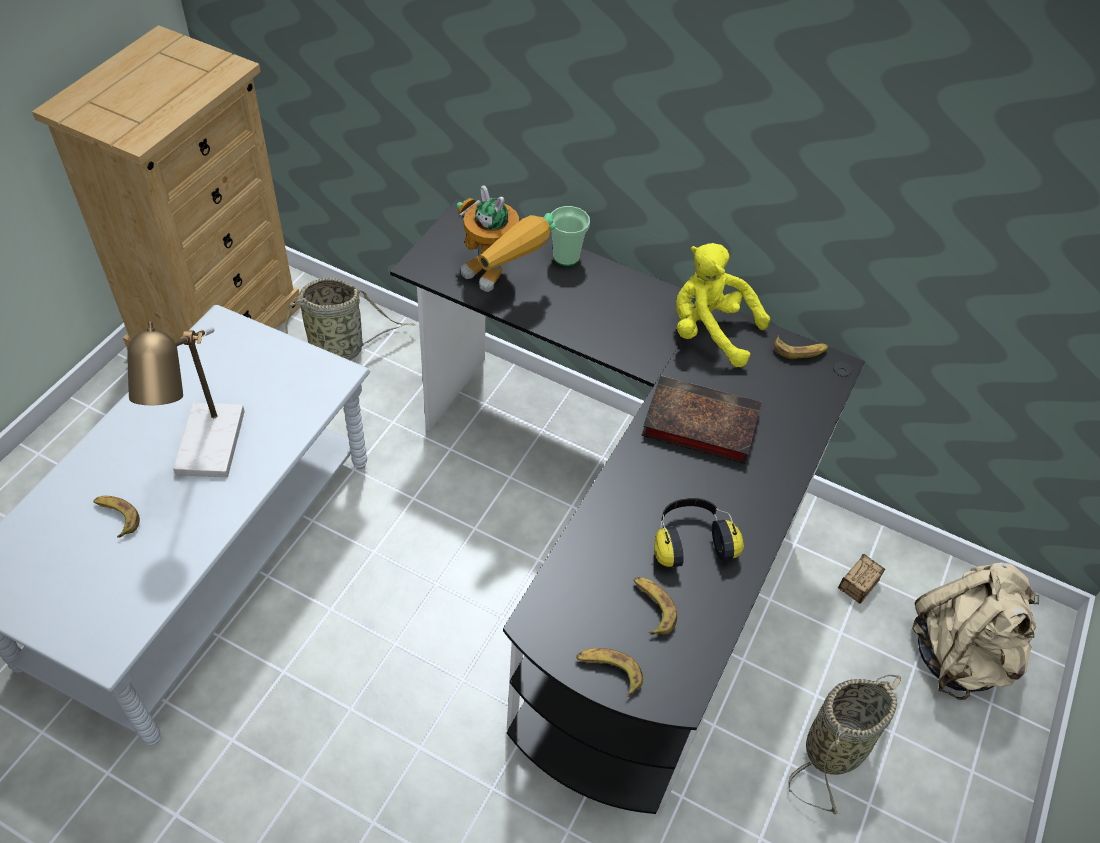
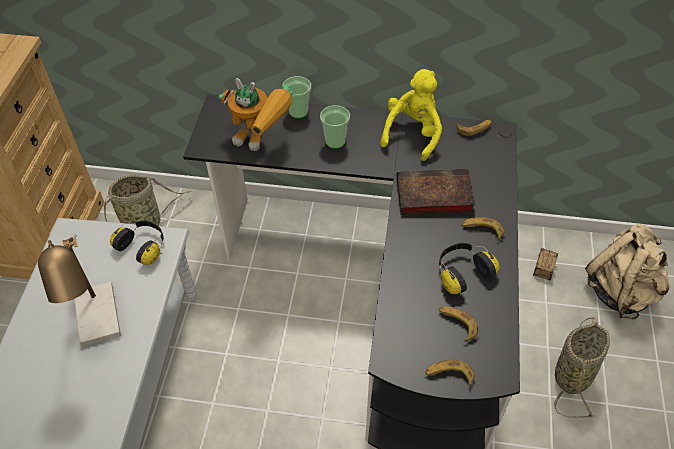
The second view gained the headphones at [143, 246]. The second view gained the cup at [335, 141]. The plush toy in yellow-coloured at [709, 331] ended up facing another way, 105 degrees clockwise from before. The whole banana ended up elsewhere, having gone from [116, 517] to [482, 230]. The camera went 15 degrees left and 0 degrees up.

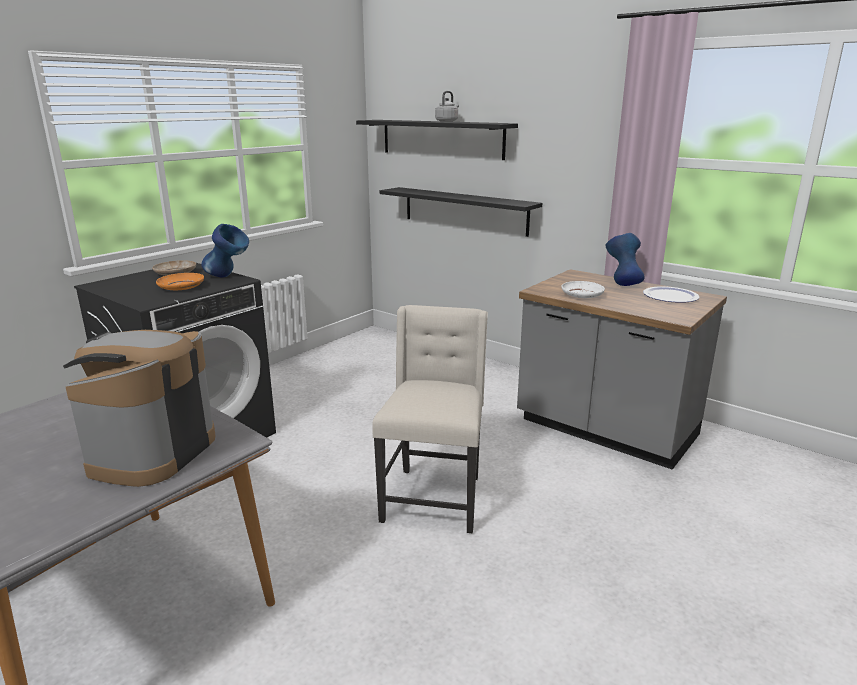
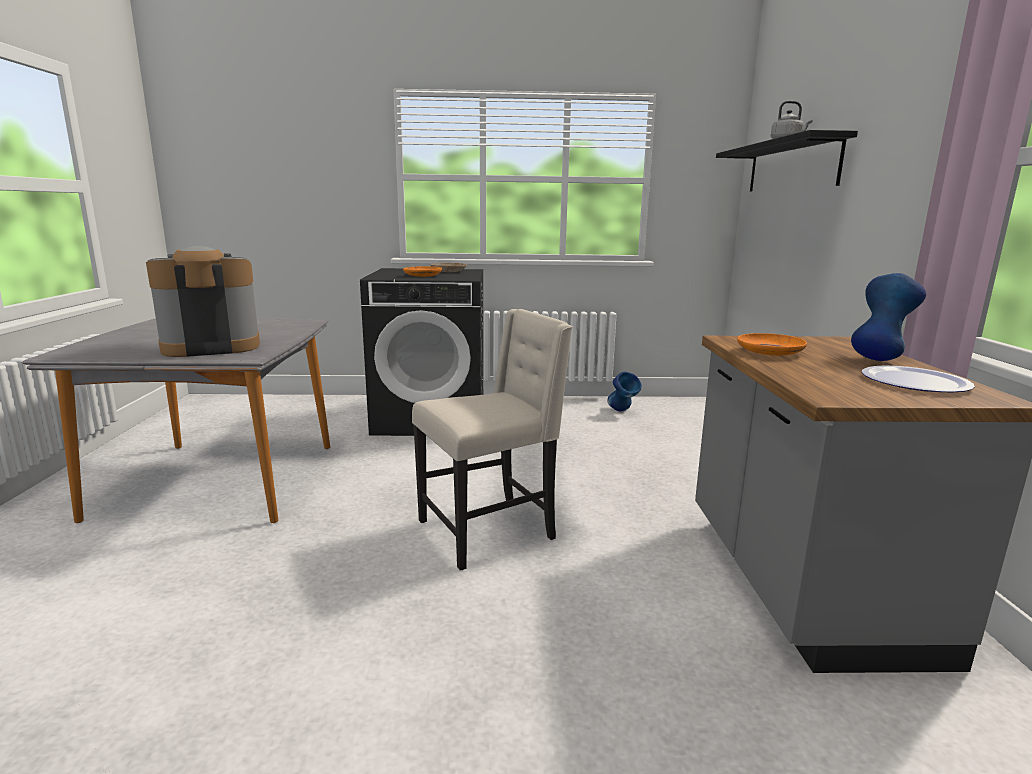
The flower vase in blue ended up elsewhere, having gone from [228, 277] to [622, 412]. What was the flat dish in white-coloured at [582, 295] turned into the flat dish in orange at [770, 352]. The second view lost the shelf in blackish at [464, 210]. The camera went 50 degrees right and 5 degrees down.

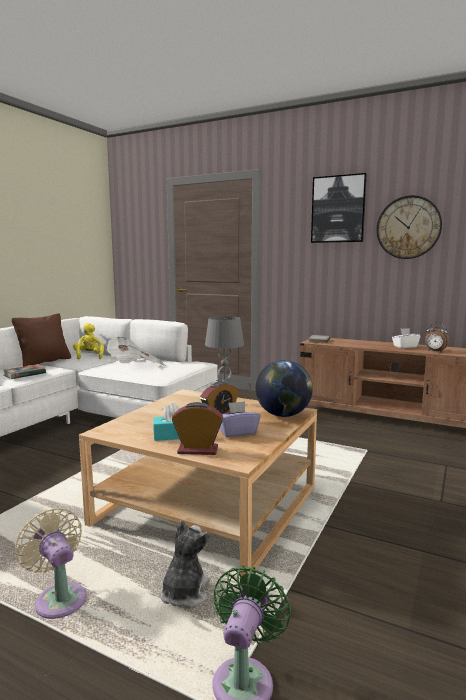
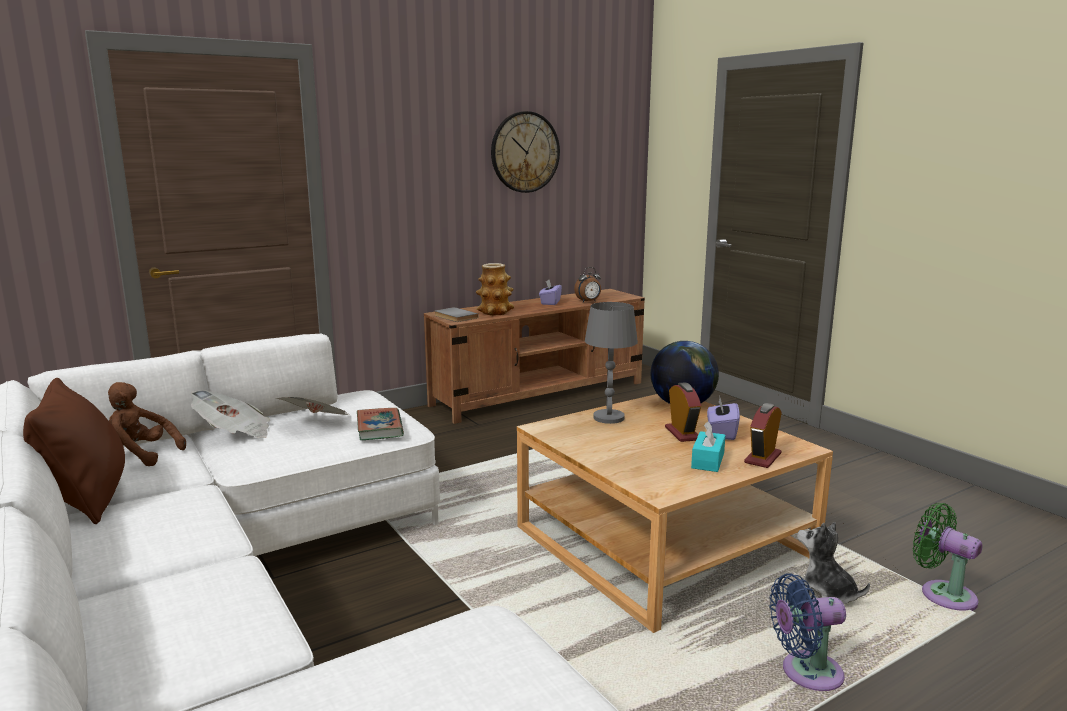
What was the plush toy in yellow-coloured at [89, 357] turned into the plush toy in brownish at [139, 456]. The book ended up elsewhere, having gone from [24, 374] to [380, 428]. The second view gained the flower vase at [495, 312]. What was the tissue holder in white-coloured at [405, 346] turned into the tissue holder in purplish at [550, 302]. What was the fan in sand-coloured at [59, 598] turned into the fan in blue at [805, 673]. The second view lost the wall art at [338, 209]. The camera went 60 degrees left and 5 degrees up.

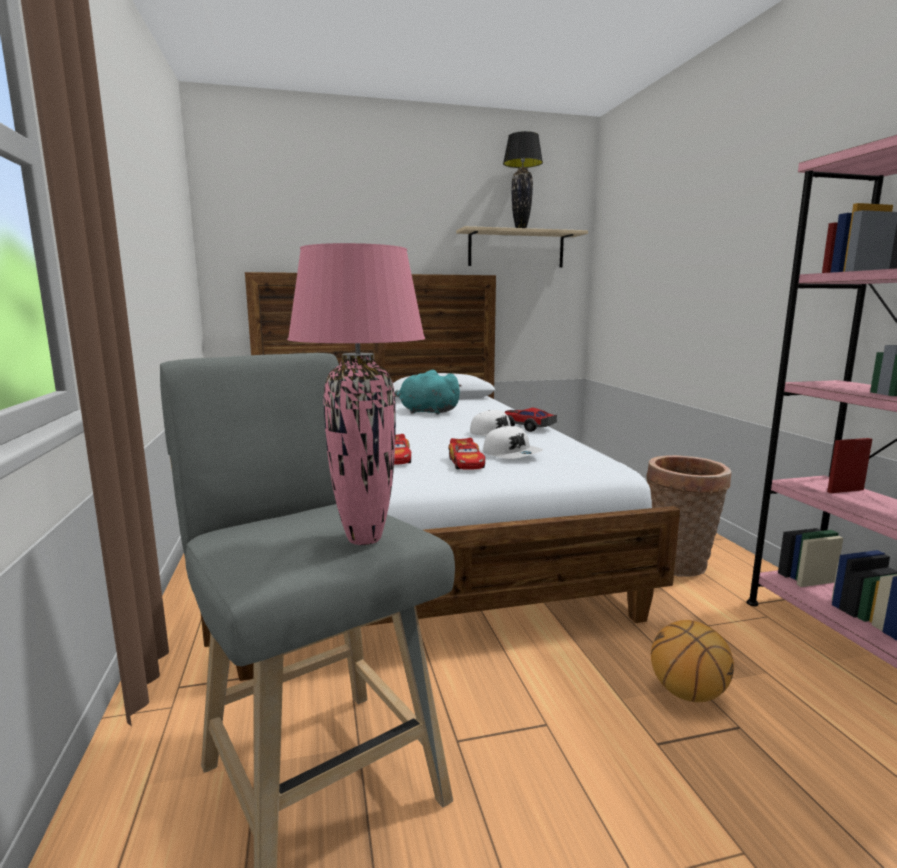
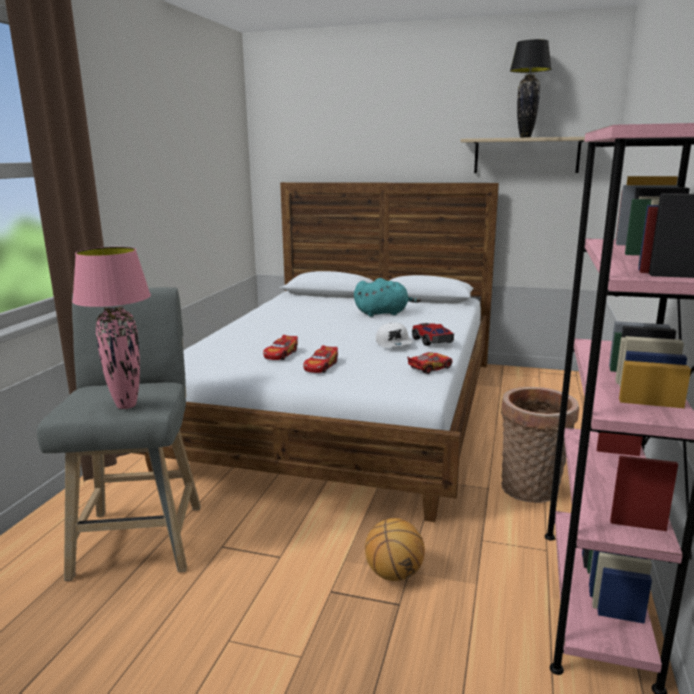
The plush toy in turquoise at [426, 412] ended up facing another way, 120 degrees clockwise from before. The second view gained the toy car at [430, 368]. The second view lost the cap in white-coloured at [512, 454]. The camera went 30 degrees right and 5 degrees up.

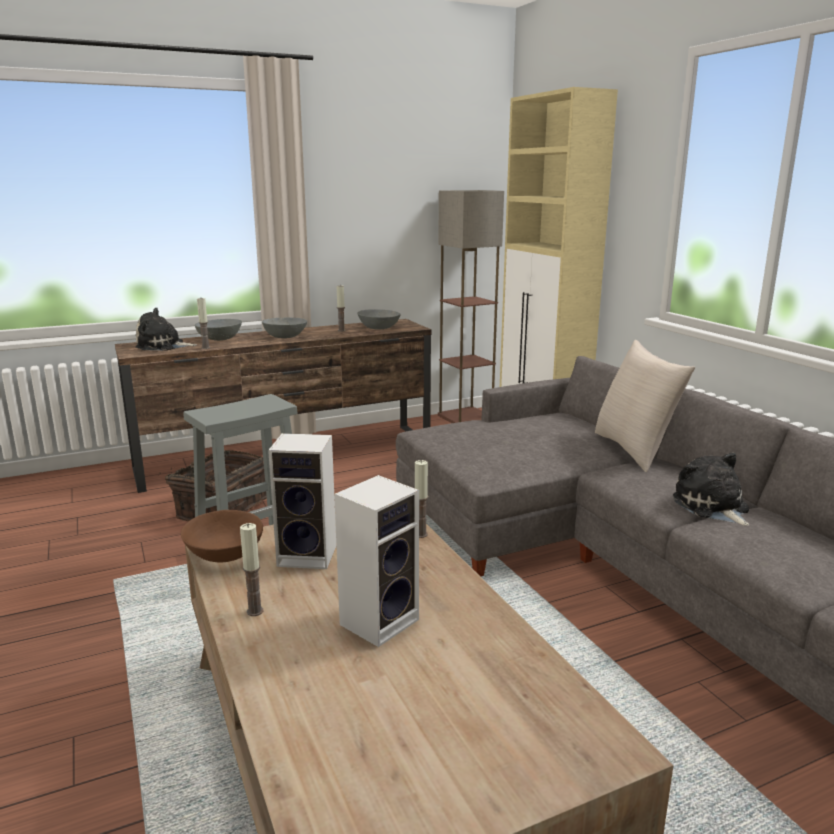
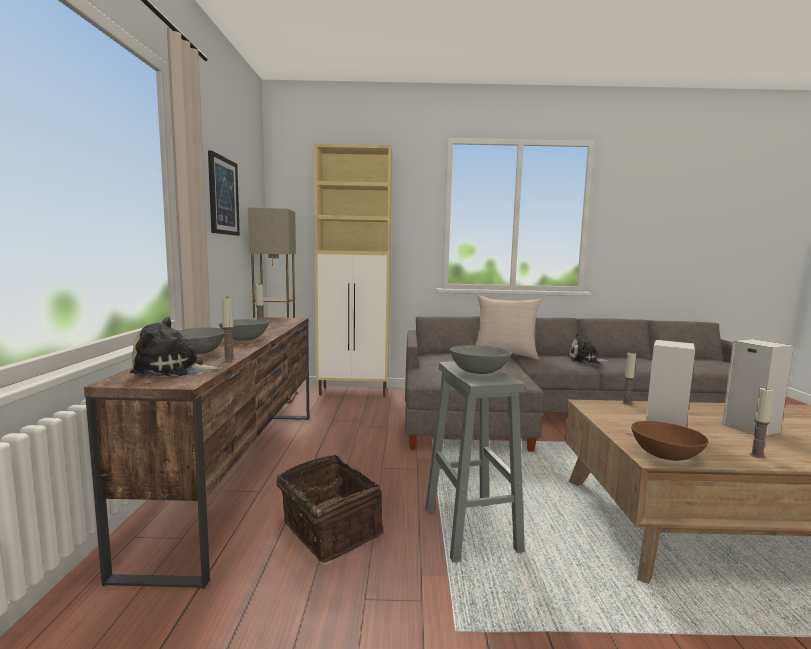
The plush toy at [163, 346] ended up facing another way, 60 degrees clockwise from before. The second view gained the wall art at [223, 196]. The deep dish in gray ended up elsewhere, having gone from [378, 328] to [480, 371]. The camera went 65 degrees left and 10 degrees down.

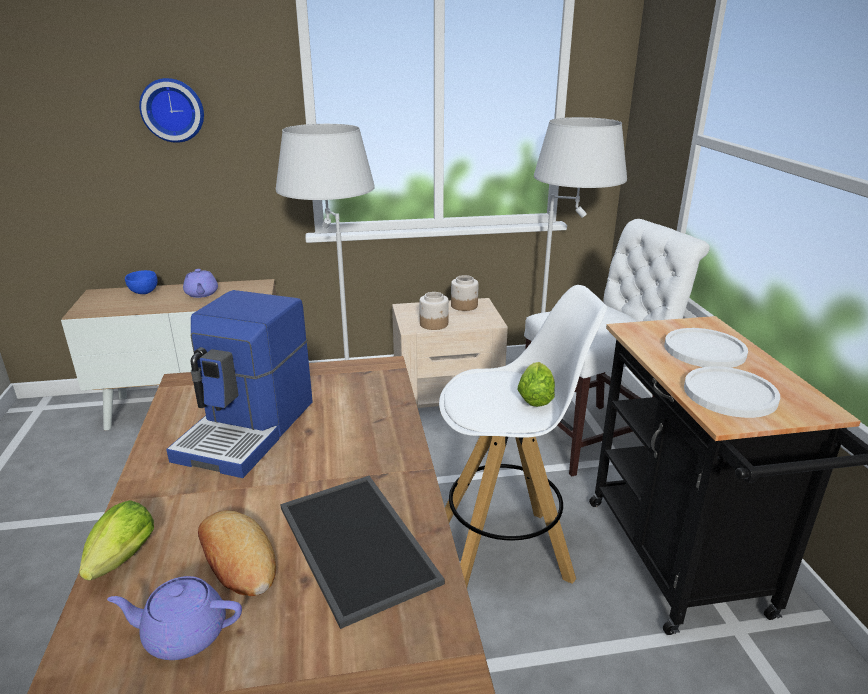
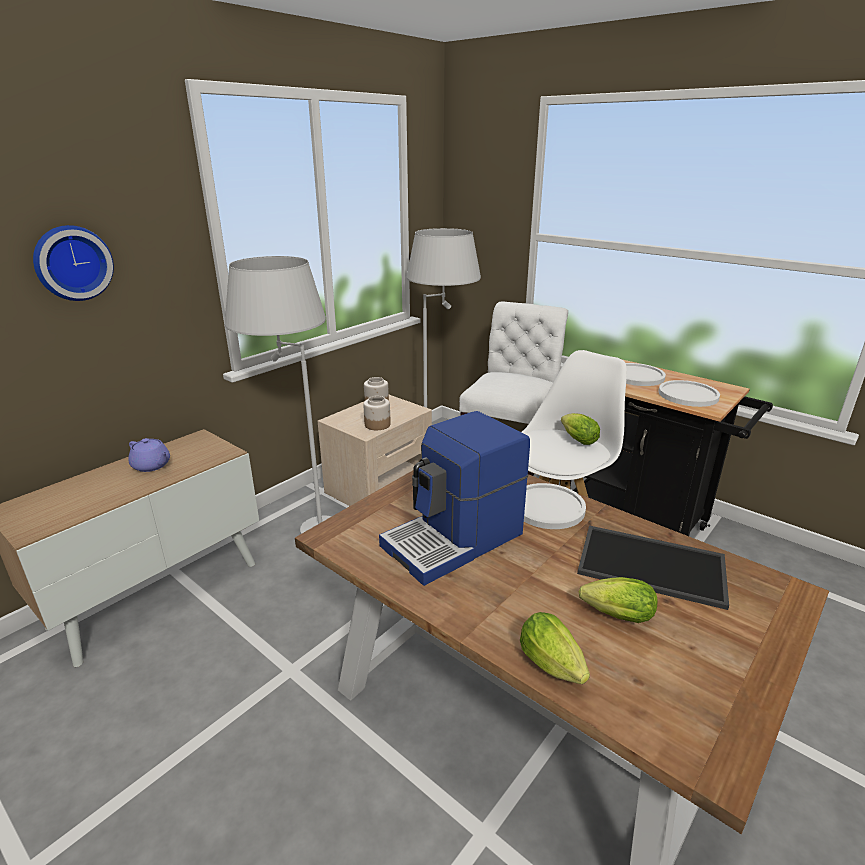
The coffee brewer at [249, 429] ended up facing another way, 75 degrees clockwise from before. The second view gained the flat dish in white-coloured at [548, 507]. Where the bread stood at [237, 559], the head of lettuce came to stand at [613, 615]. The second view lost the tea pot in purplish at [183, 634]. The second view lost the deep dish in blue at [144, 292]. The camera went 40 degrees left and 0 degrees up.

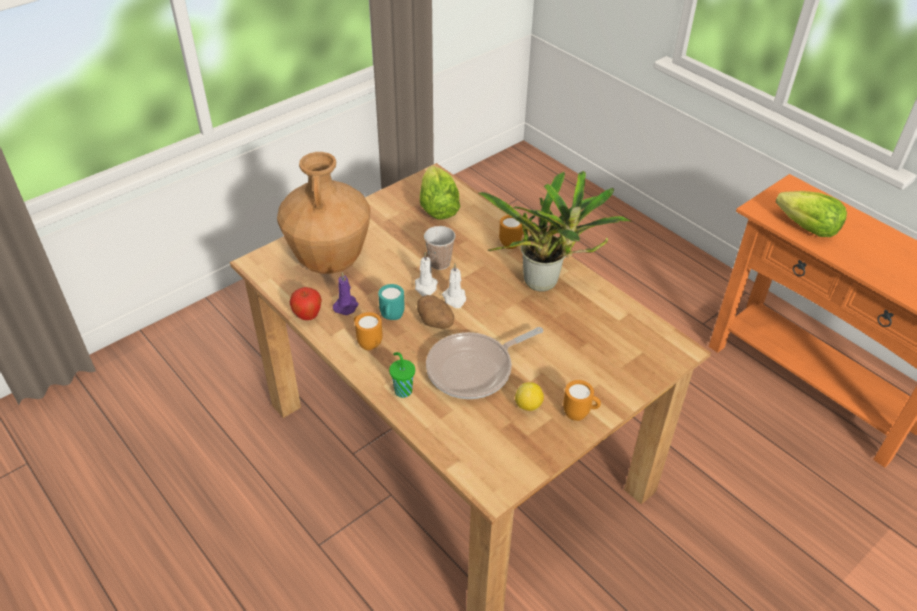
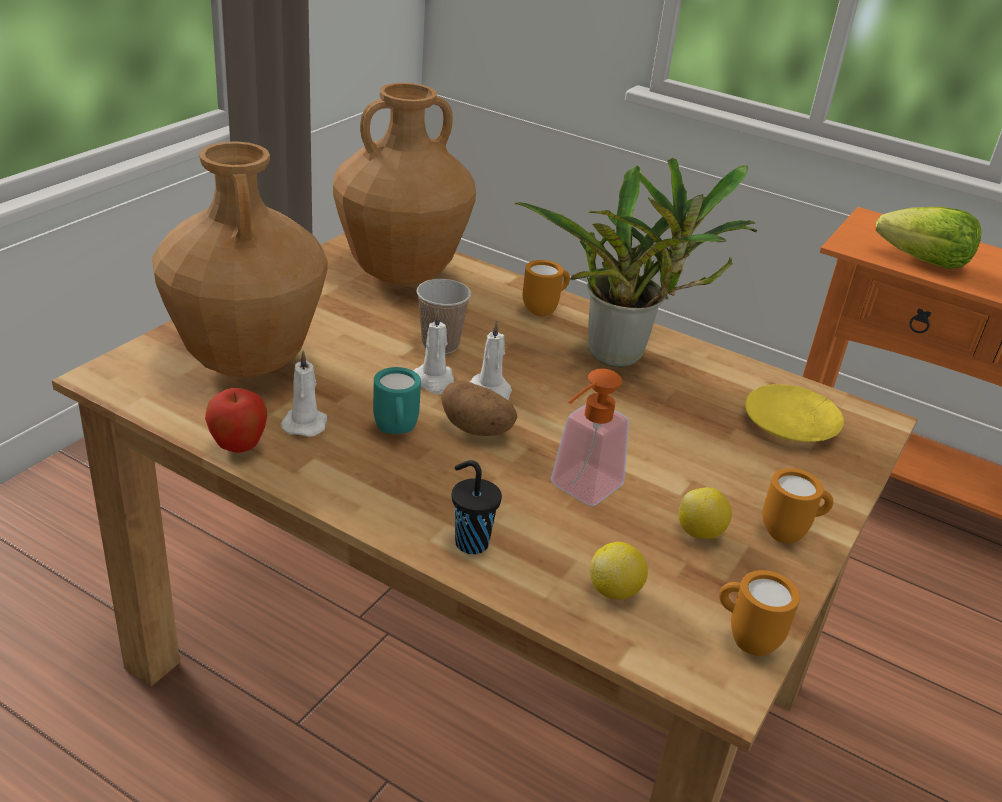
What was the wax candle in purplish at [346, 306] turned into the wax candle in white-coloured at [305, 423]. Where the head of lettuce stood at [438, 208], the flower vase in brownish came to stand at [400, 274]. What was the cup in greenish at [402, 390] turned into the cup in blackish at [470, 542]. Where the frying pan stood at [474, 369], the liquid soap bottle came to stand at [579, 490]. The second view gained the lemon at [615, 590]. The coffee mug in orange ended up elsewhere, having gone from [367, 342] to [745, 639]. The second view gained the flat dish in yellow-coloured at [791, 424]. The camera went 20 degrees left and 10 degrees down.

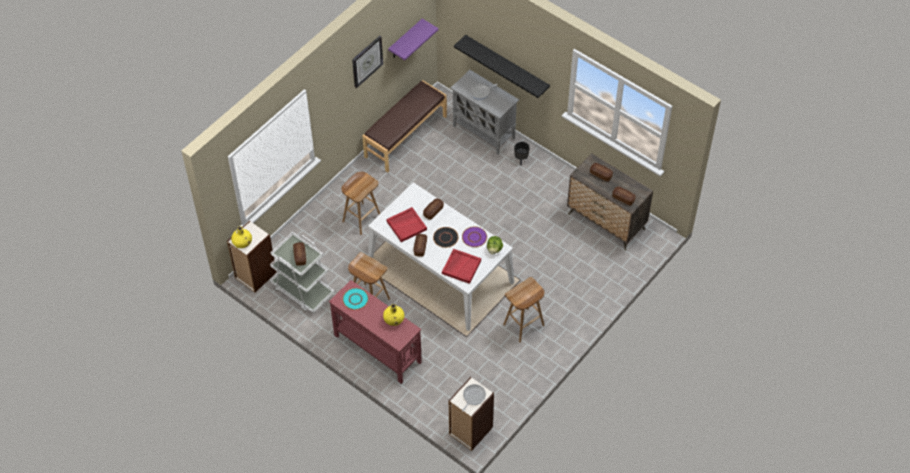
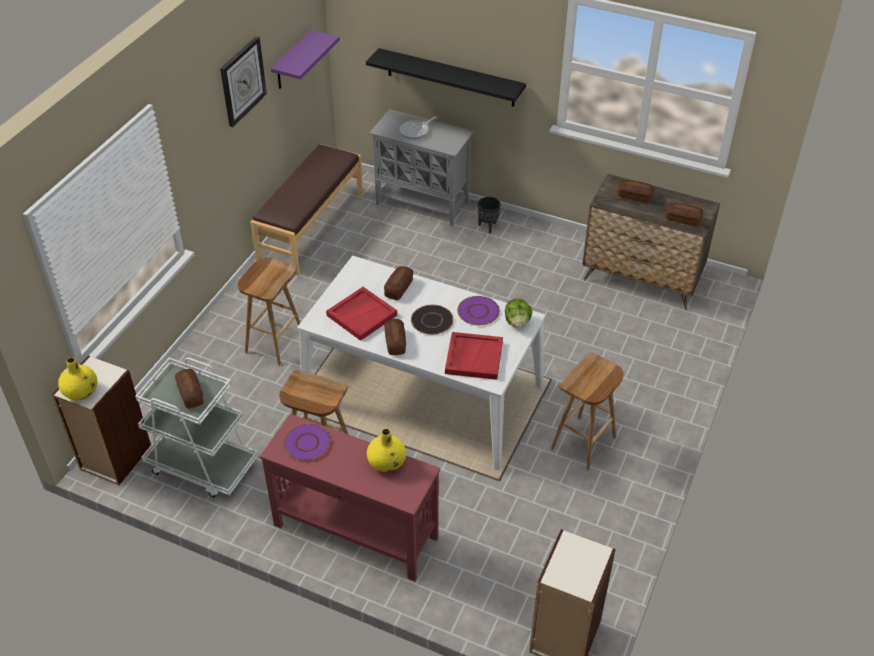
What was the flat dish in turquoise at [355, 299] turned into the flat dish in purplish at [307, 443]. The second view lost the frying pan at [473, 396]. The camera went 15 degrees left and 10 degrees down.

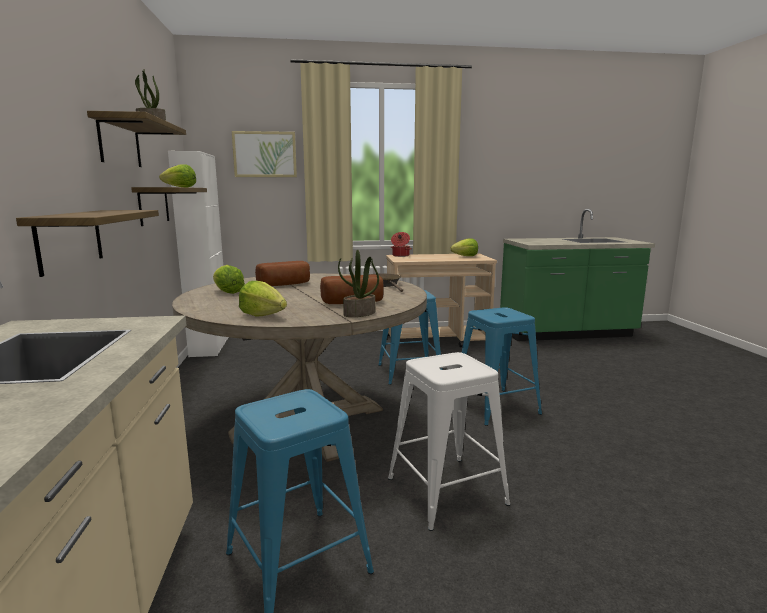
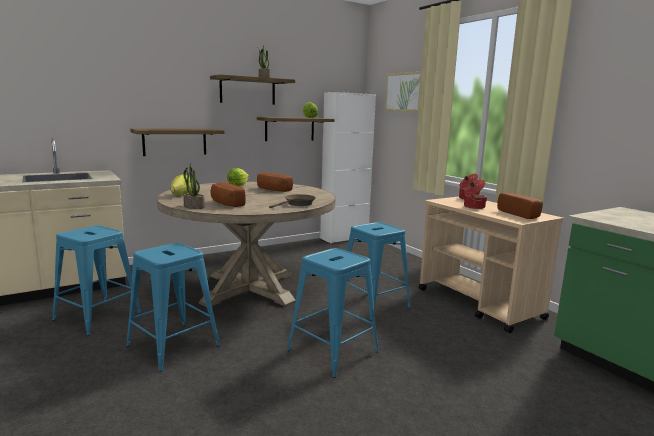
What was the sitting stool in white-coloured at [446, 490] turned into the sitting stool in blue at [174, 345]. The second view gained the cooking pot at [473, 207]. Where the head of lettuce stood at [465, 256], the bread came to stand at [520, 214]. The camera went 65 degrees right and 0 degrees up.

